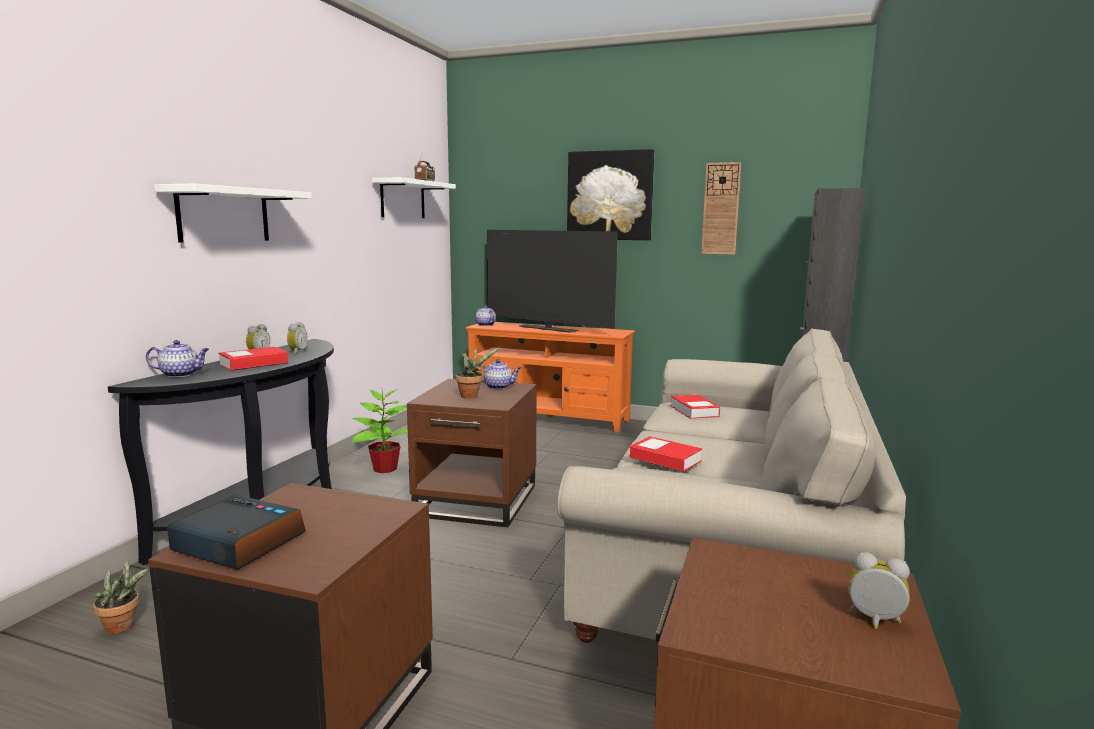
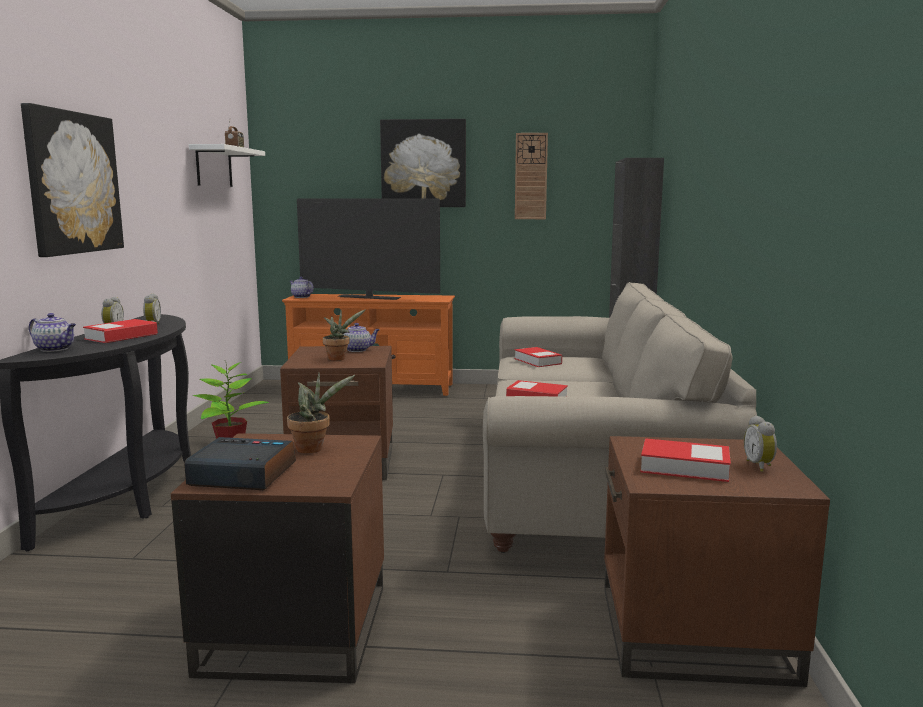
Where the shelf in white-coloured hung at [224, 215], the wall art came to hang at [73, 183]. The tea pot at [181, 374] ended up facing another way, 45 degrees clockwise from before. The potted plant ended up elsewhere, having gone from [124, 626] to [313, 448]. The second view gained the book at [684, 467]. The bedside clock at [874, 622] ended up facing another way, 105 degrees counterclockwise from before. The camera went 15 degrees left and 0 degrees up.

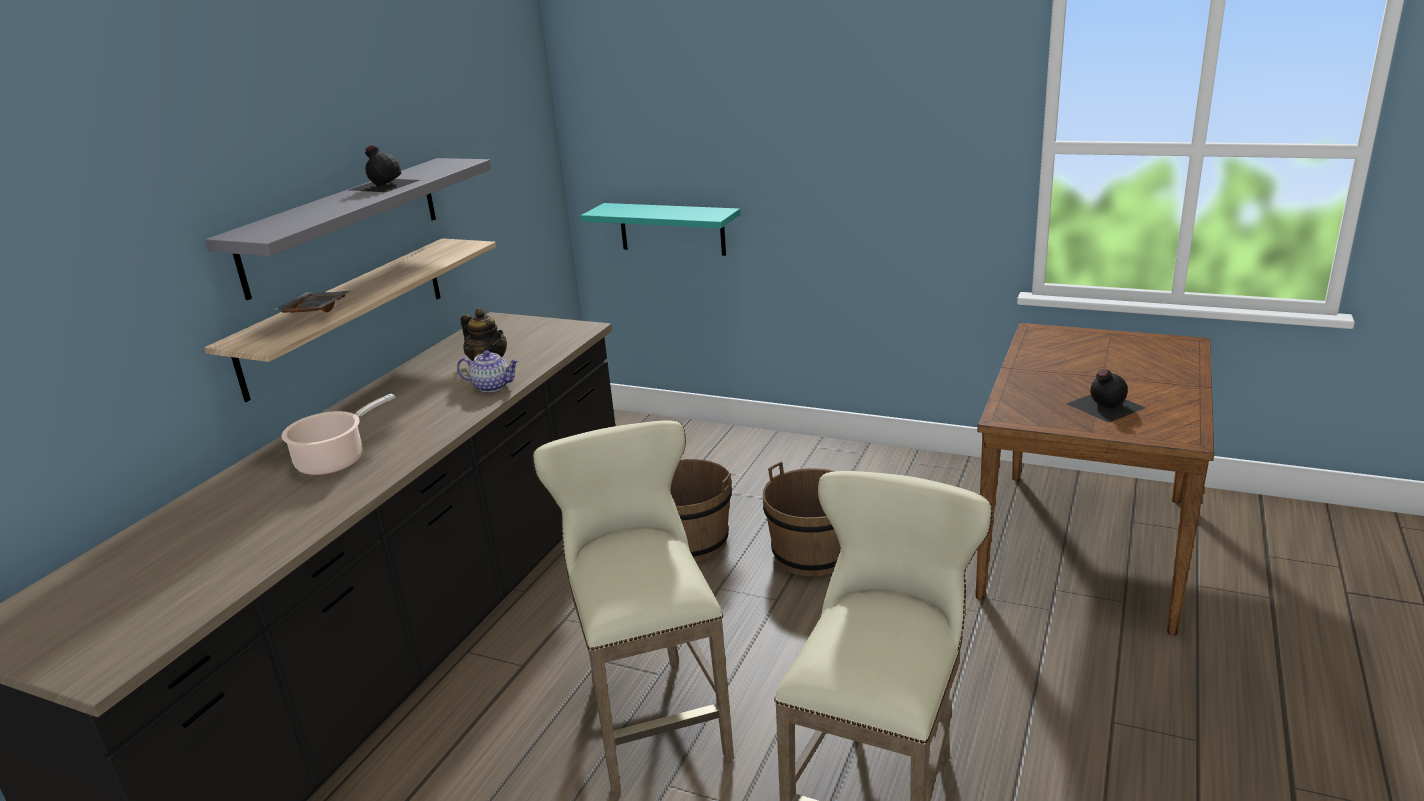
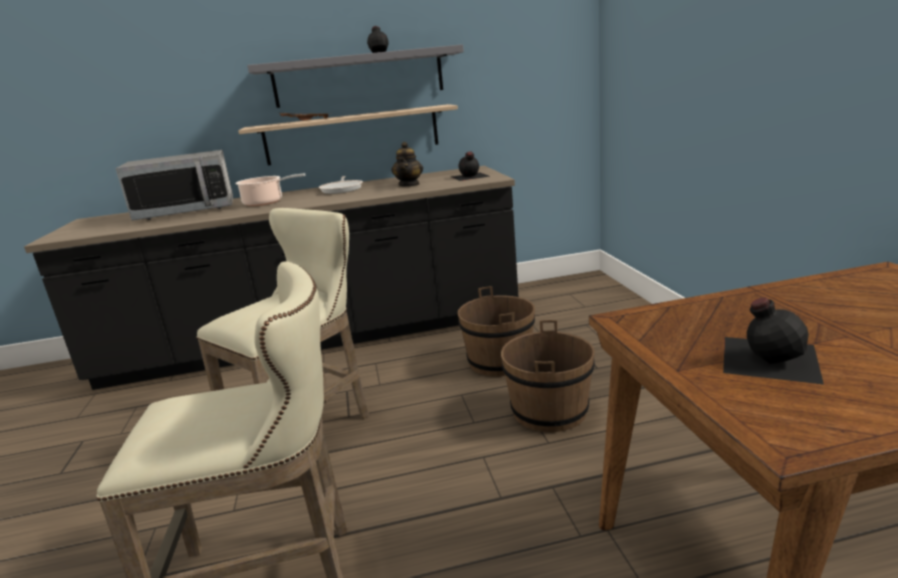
The second view gained the microwave at [187, 211]. The second view gained the frying pan at [342, 189]. The second view gained the drink bottle in blackish at [469, 176]. The second view lost the tea pot at [492, 386]. The second view lost the shelf in turquoise at [672, 229]. The camera went 55 degrees right and 5 degrees down.

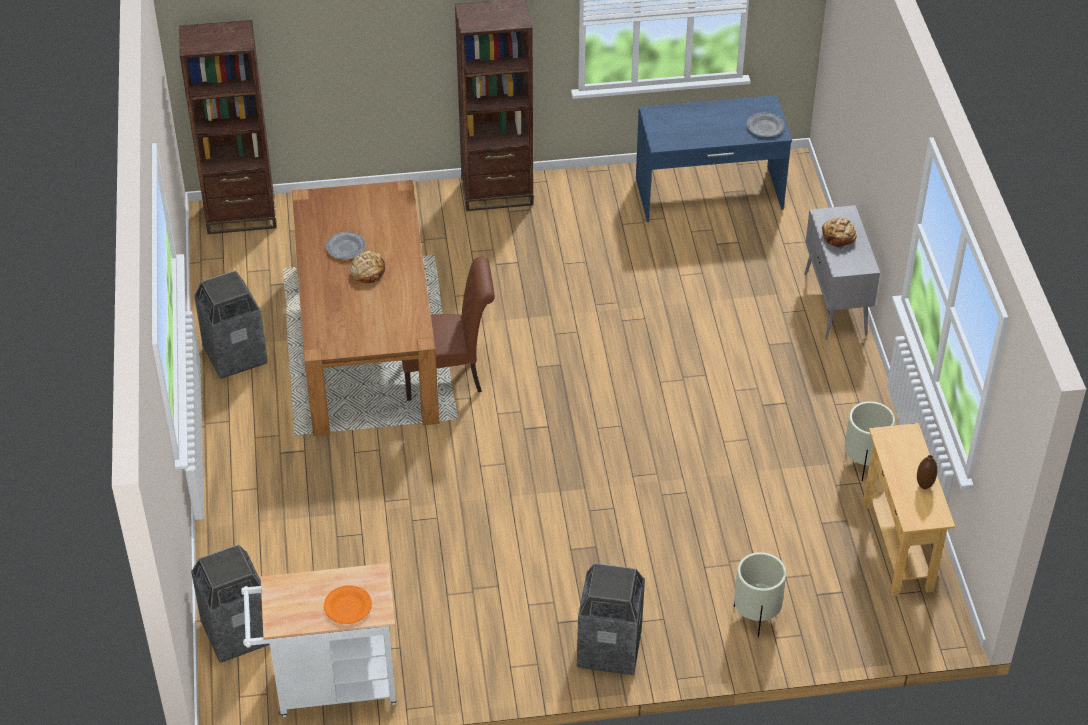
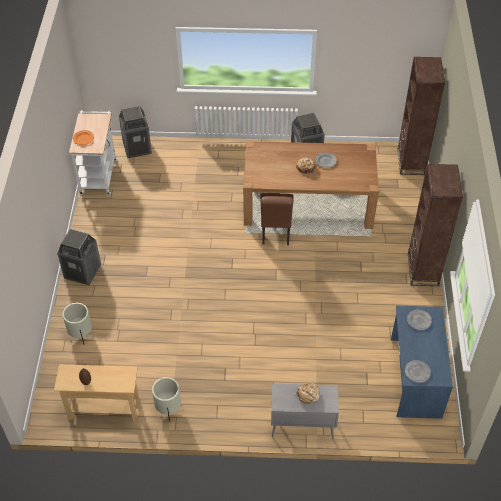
The second view gained the flat dish in gray at [419, 321]. The camera went 100 degrees right and 5 degrees up.

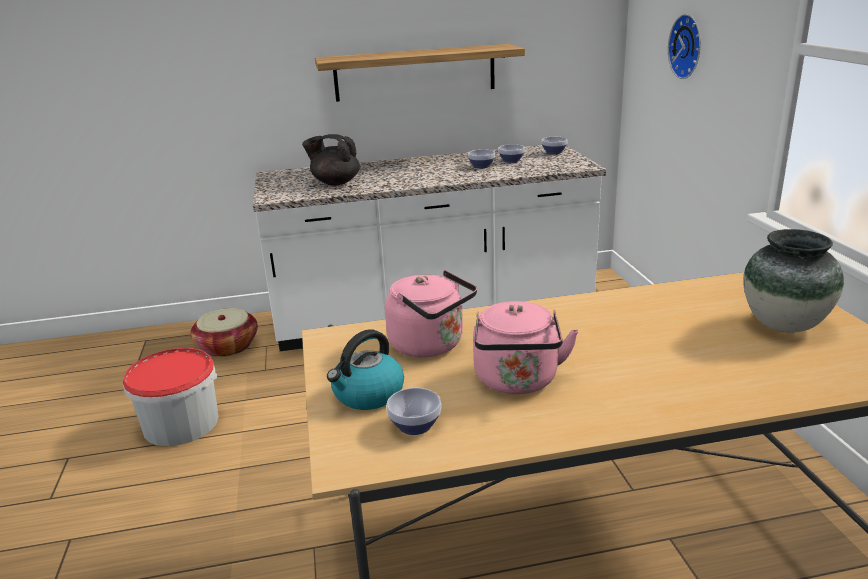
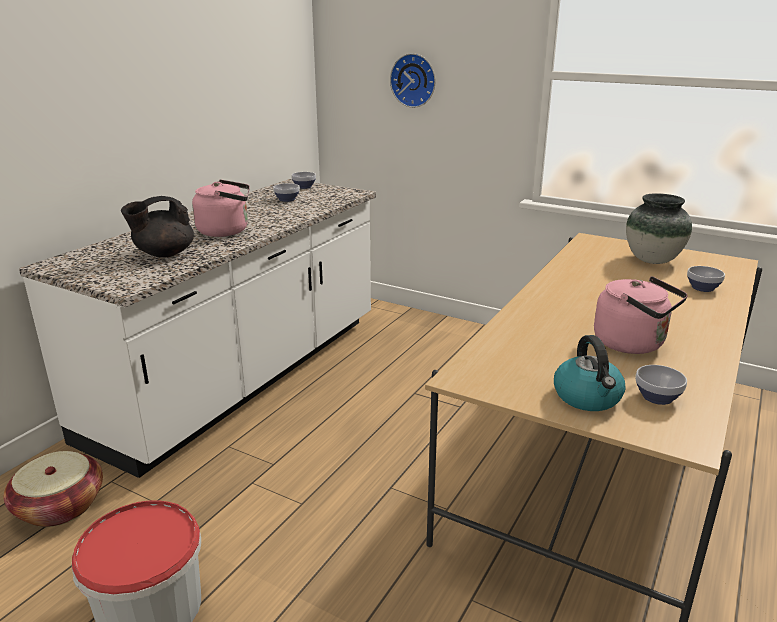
The kettle in pinkish ended up elsewhere, having gone from [431, 345] to [226, 231]. The deep dish ended up elsewhere, having gone from [481, 166] to [702, 288]. The second view lost the shelf at [415, 72]. The camera went 50 degrees left and 0 degrees up.

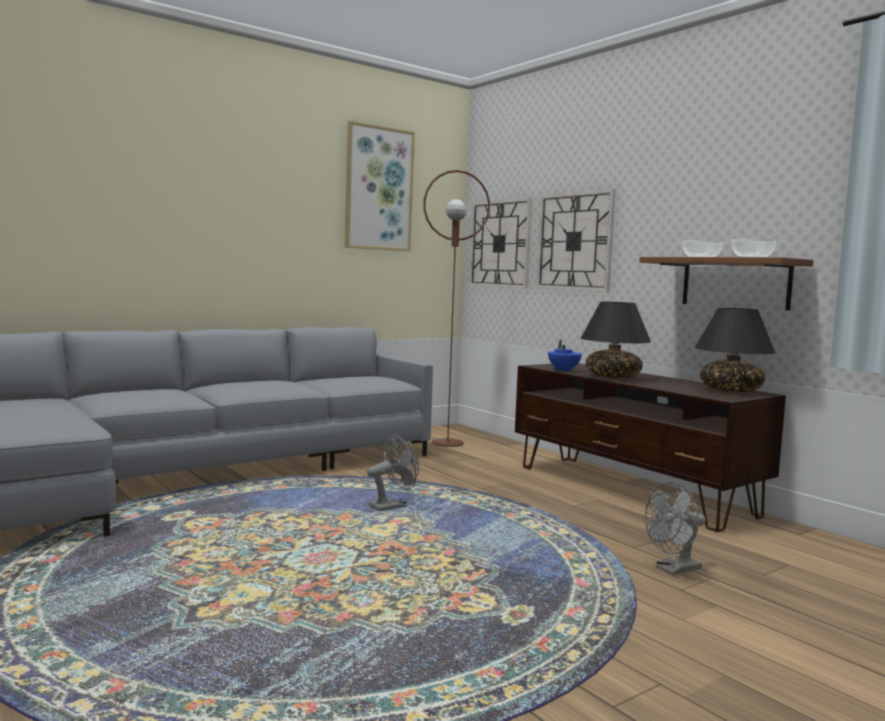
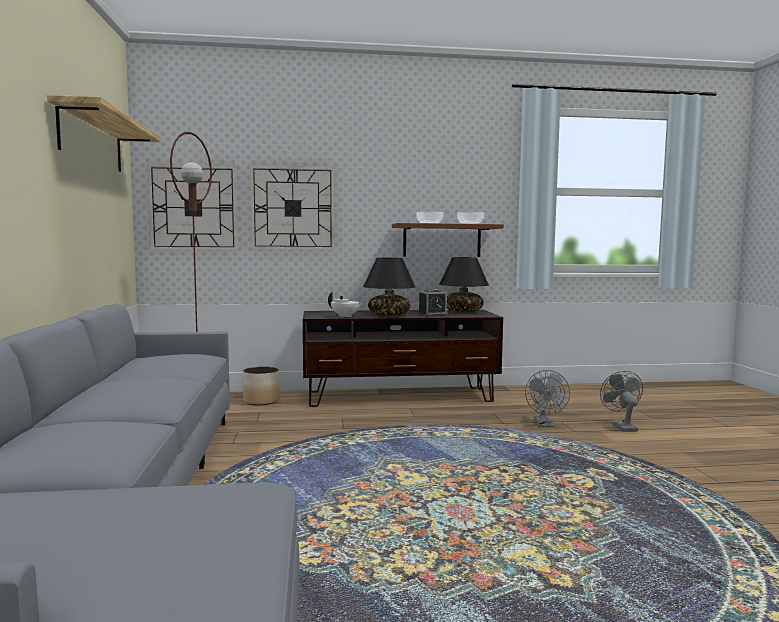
Where the wall art hung at [378, 189], the shelf came to hang at [91, 140]. The second view gained the flower pot at [261, 401]. What was the tea pot in blue at [563, 370] turned into the tea pot in white-coloured at [345, 316]. The second view gained the bedside clock at [432, 315]. The fan in gray ended up elsewhere, having gone from [393, 506] to [621, 426]. The camera went 60 degrees left and 0 degrees up.

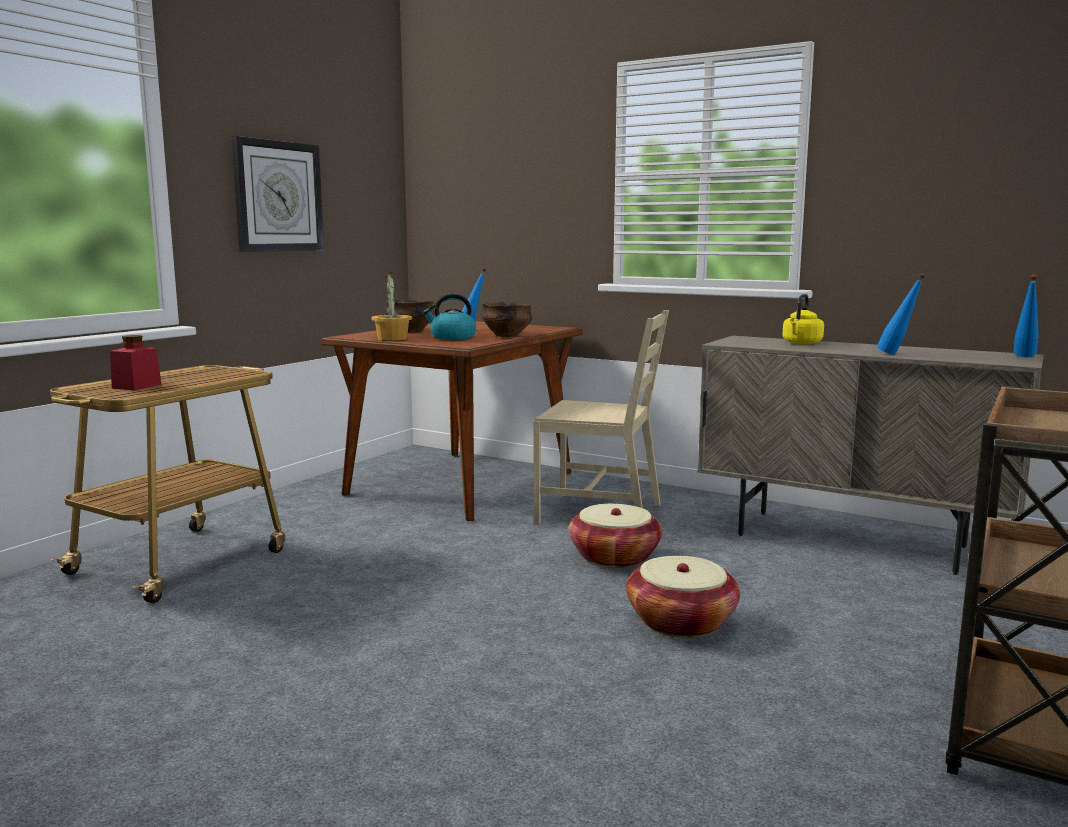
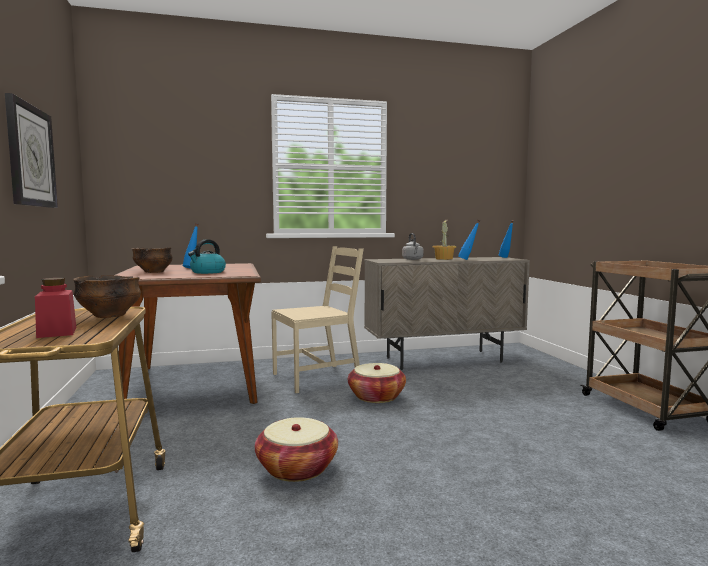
The deep dish ended up elsewhere, having gone from [507, 335] to [109, 315]. The storage basket ended up elsewhere, having gone from [681, 622] to [297, 468]. What was the kettle in yellow-coloured at [801, 343] turned into the kettle in gray at [413, 259]. The potted plant ended up elsewhere, having gone from [393, 338] to [444, 259]. The camera went 45 degrees left and 5 degrees down.

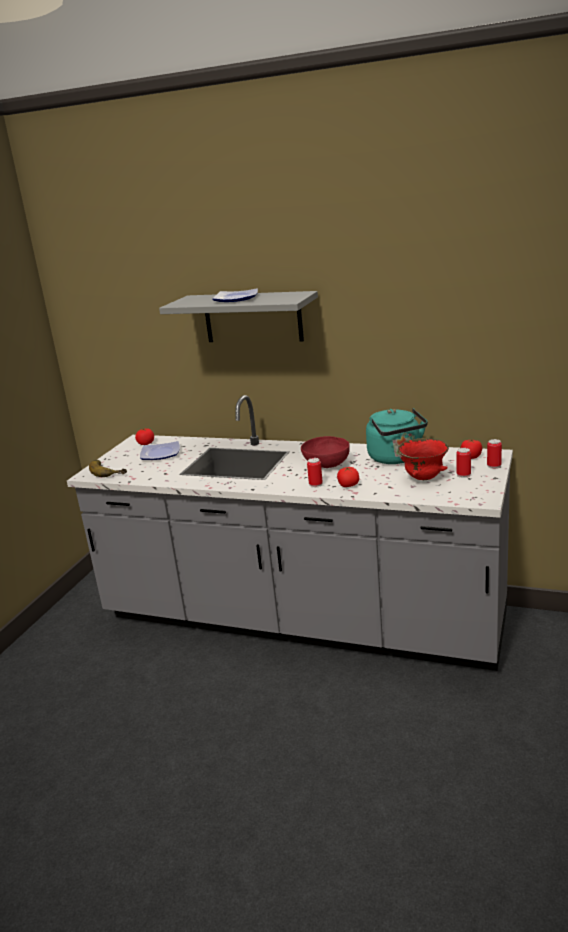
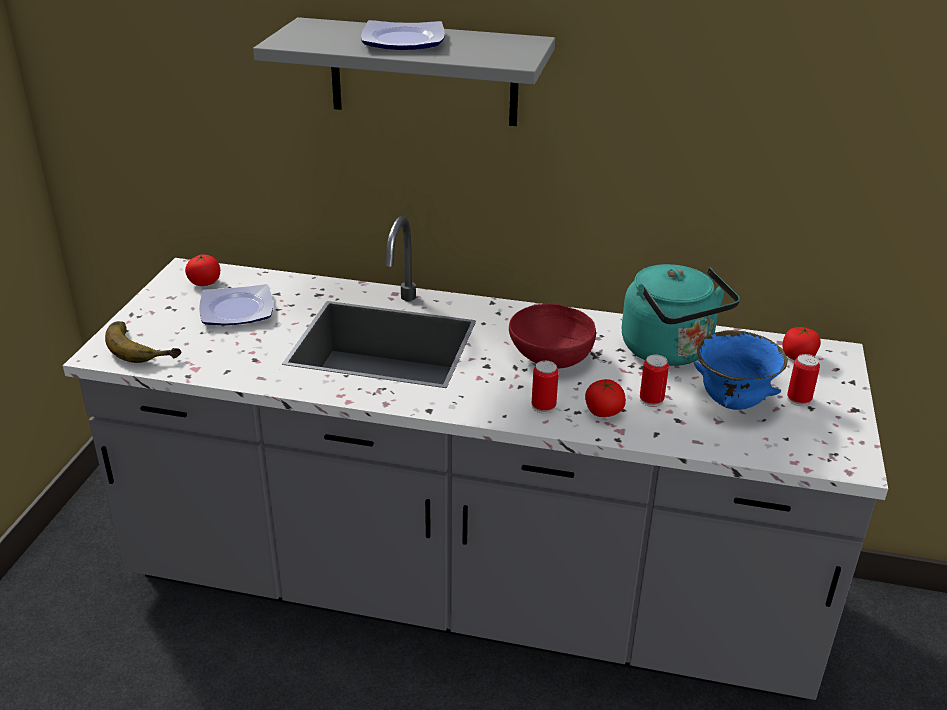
The metal can ended up elsewhere, having gone from [494, 466] to [651, 400]. What was the deep dish in reddish at [423, 478] turned into the deep dish in blue at [731, 403]. The camera went 10 degrees left and 10 degrees up.

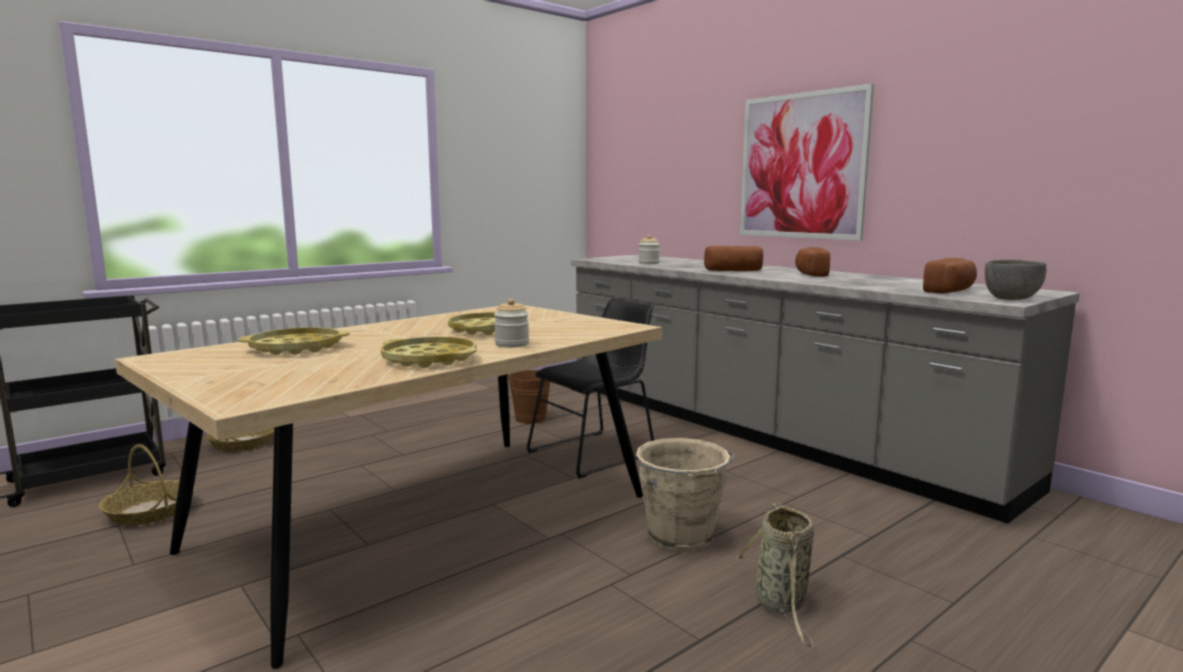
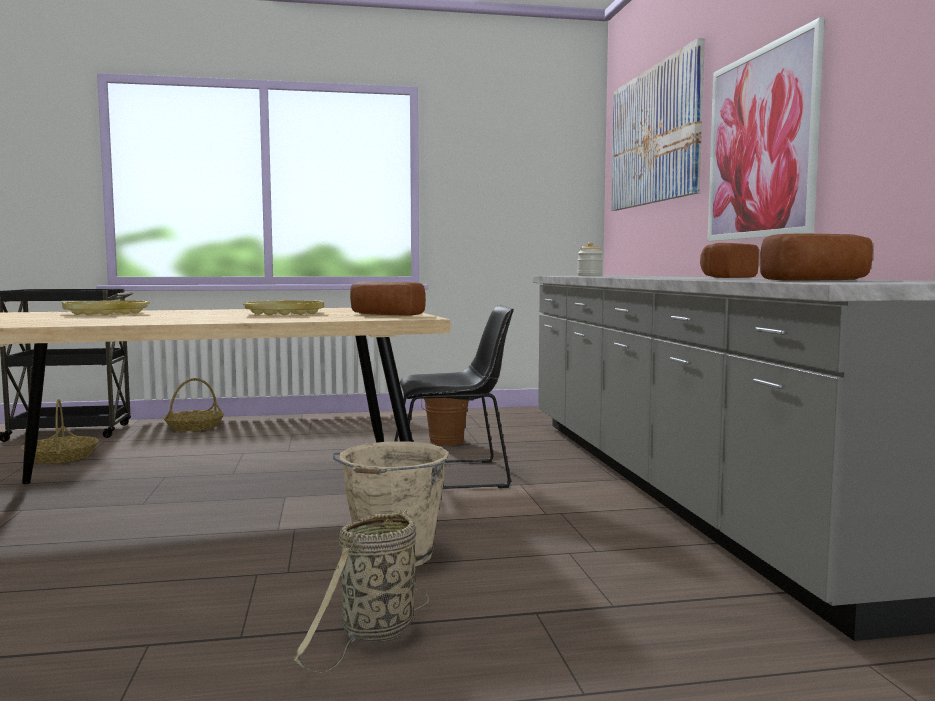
The bread ended up elsewhere, having gone from [734, 271] to [383, 314]. The second view gained the wall art at [654, 136]. The second view lost the tray in yellow-coloured at [429, 359]. The second view lost the preserve jar at [512, 344]. The second view lost the deep dish in gray at [1011, 299]. The camera went 30 degrees right and 5 degrees down.

